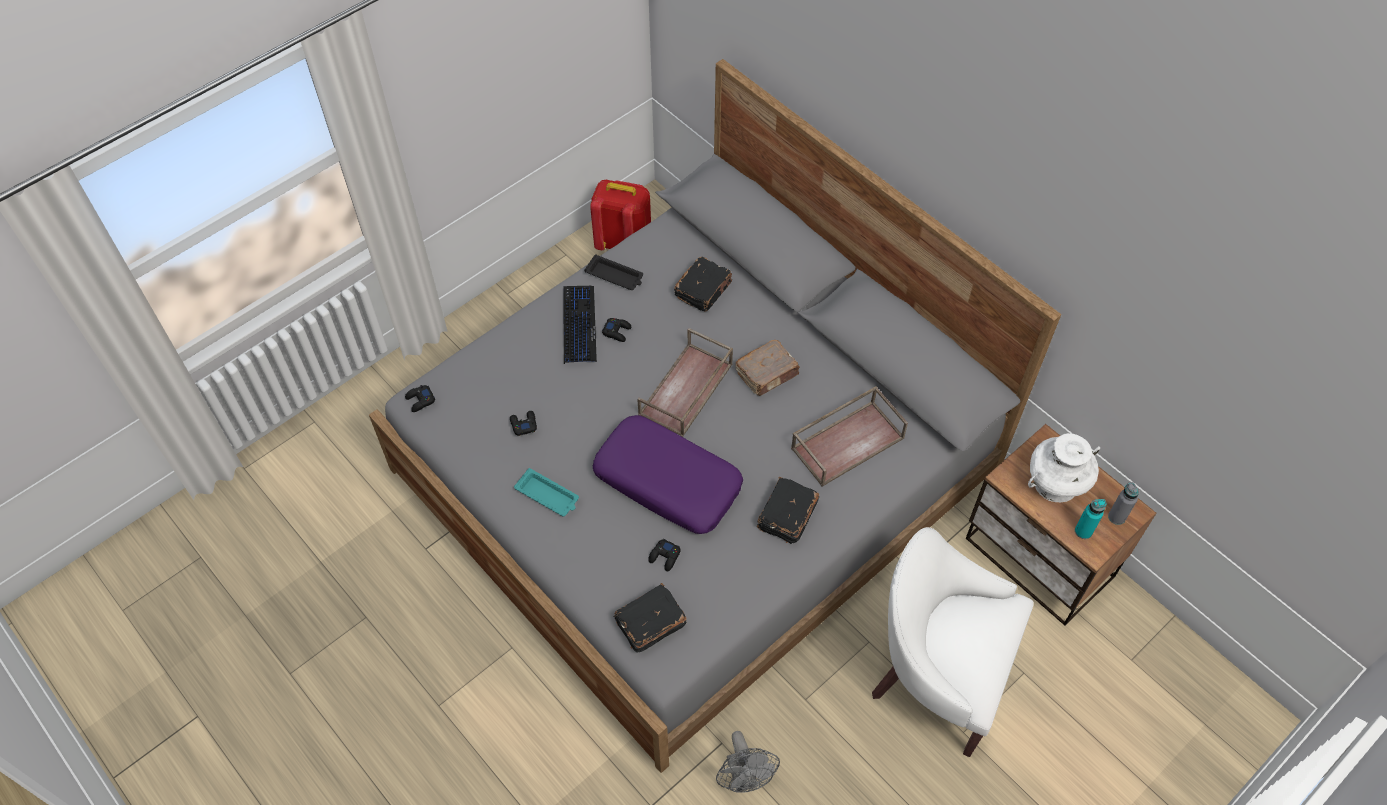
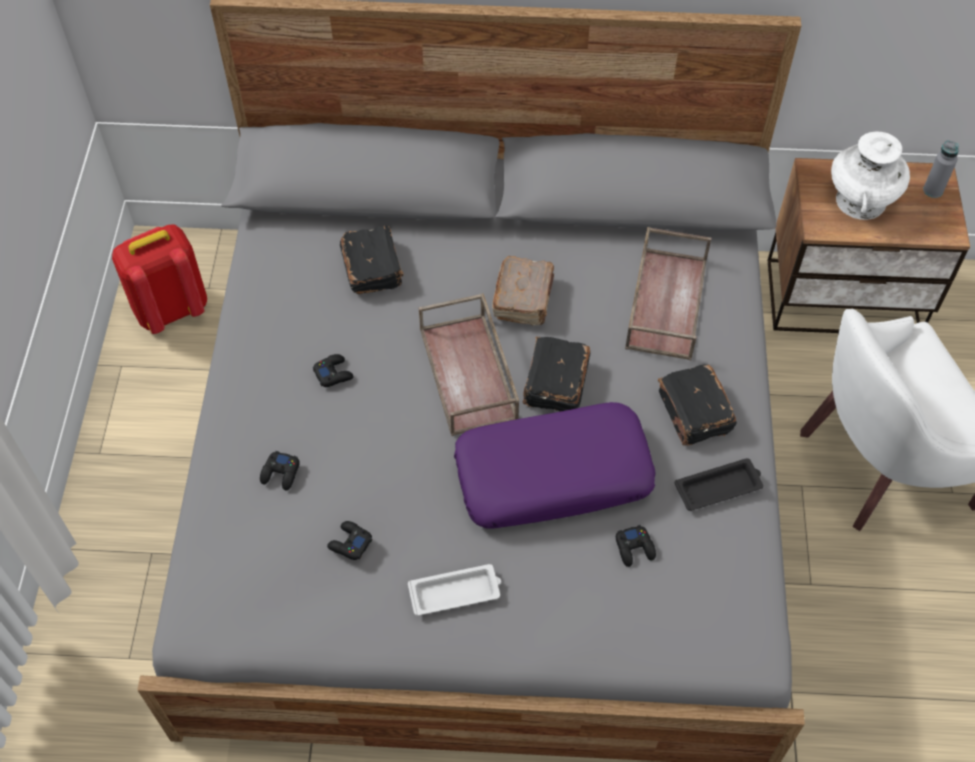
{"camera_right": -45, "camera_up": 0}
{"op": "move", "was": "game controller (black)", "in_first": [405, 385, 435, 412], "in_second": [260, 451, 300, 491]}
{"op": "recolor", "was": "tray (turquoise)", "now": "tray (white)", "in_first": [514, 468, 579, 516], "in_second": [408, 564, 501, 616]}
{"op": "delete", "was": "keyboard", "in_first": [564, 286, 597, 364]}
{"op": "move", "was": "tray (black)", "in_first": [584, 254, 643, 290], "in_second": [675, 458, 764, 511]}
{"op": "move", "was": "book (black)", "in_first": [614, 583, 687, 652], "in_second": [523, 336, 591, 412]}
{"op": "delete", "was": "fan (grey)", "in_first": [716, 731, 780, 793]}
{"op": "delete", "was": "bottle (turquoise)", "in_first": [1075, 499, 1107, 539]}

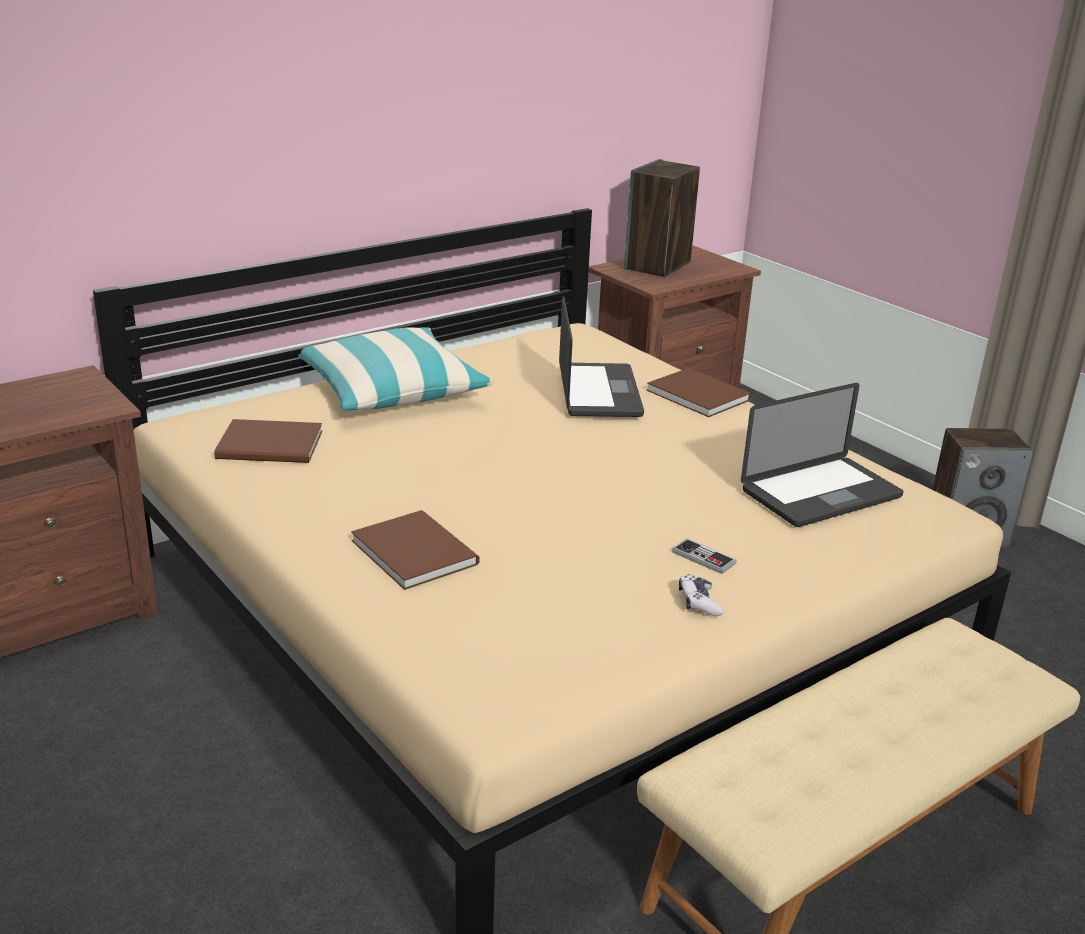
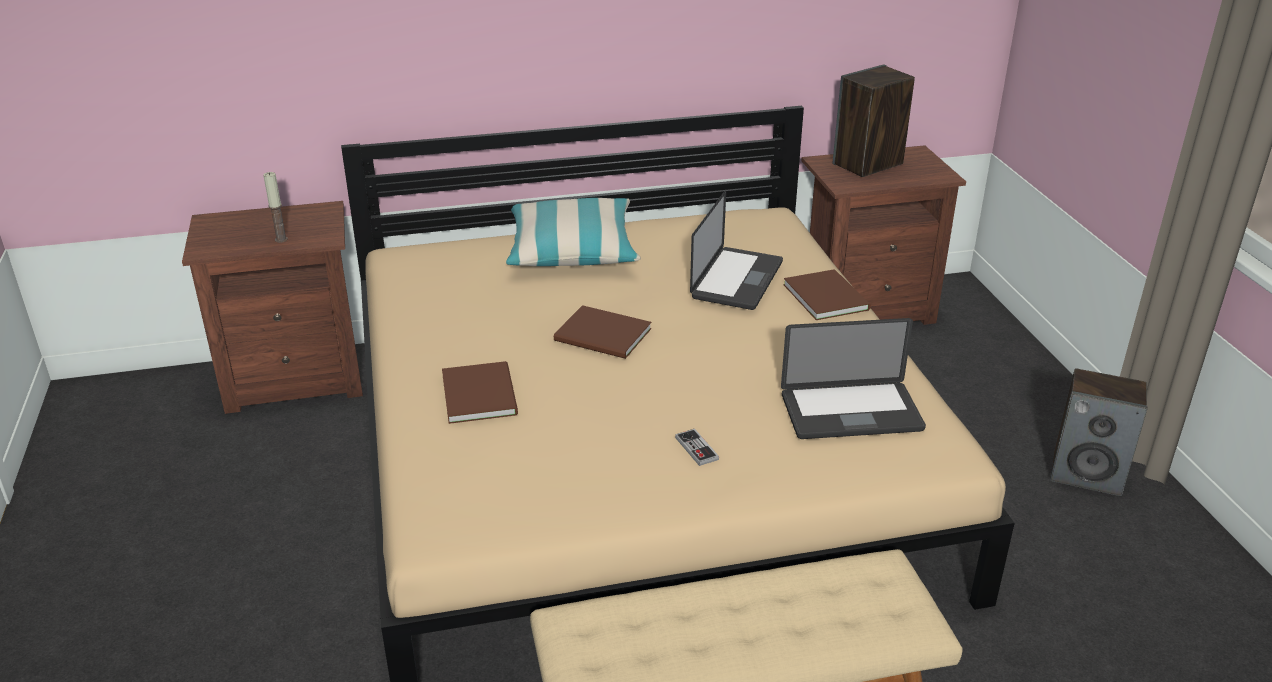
{"camera_right": 25, "camera_up": 5}
{"op": "move", "was": "book (brown)", "in_first": [214, 419, 322, 463], "in_second": [554, 305, 651, 359]}
{"op": "delete", "was": "game controller", "in_first": [679, 574, 724, 616]}
{"op": "insert", "now": "candle", "in_second": [263, 172, 288, 243]}

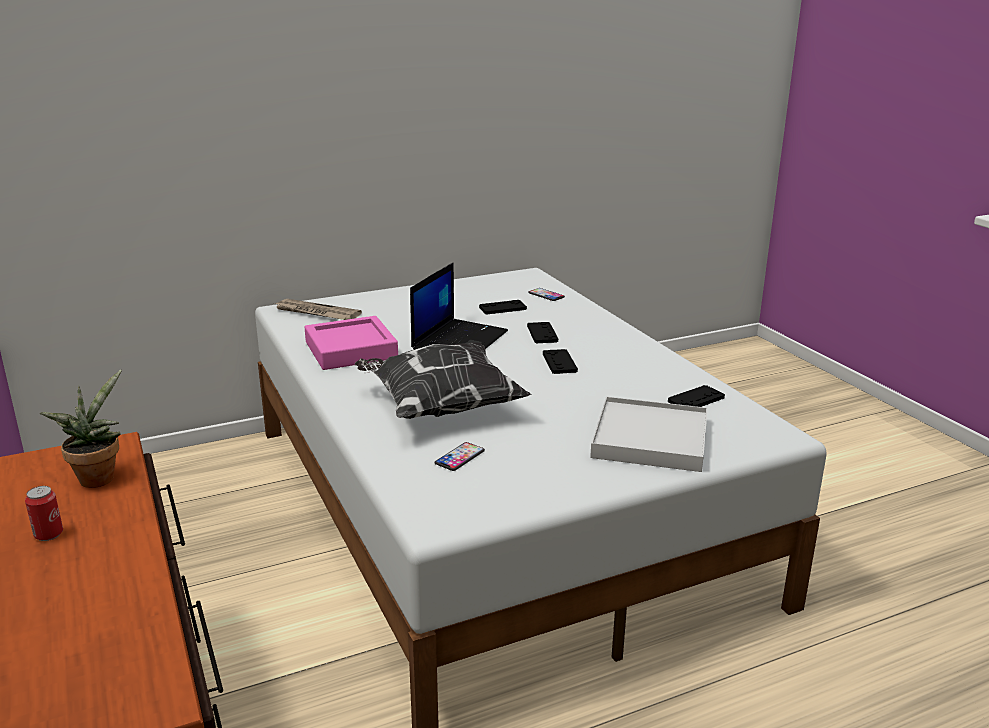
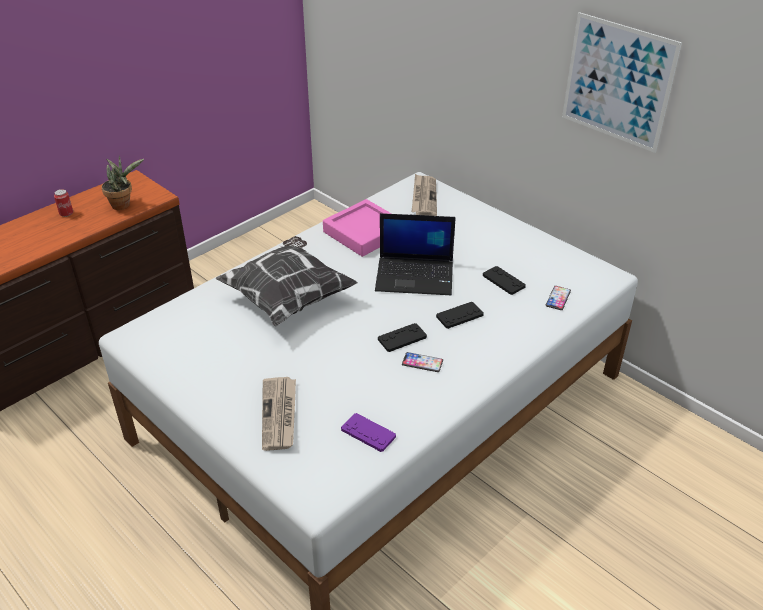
{"camera_right": 70, "camera_up": 15}
{"op": "move", "was": "phone", "in_first": [435, 442, 485, 471], "in_second": [402, 352, 443, 372]}
{"op": "replace", "was": "tray (white)", "now": "newspaper", "in_first": [590, 396, 708, 472], "in_second": [262, 377, 296, 451]}
{"op": "recolor", "was": "game controller (black)", "now": "game controller (purple)", "in_first": [668, 385, 725, 407], "in_second": [341, 413, 396, 452]}
{"op": "insert", "now": "picture", "in_second": [562, 12, 682, 153]}

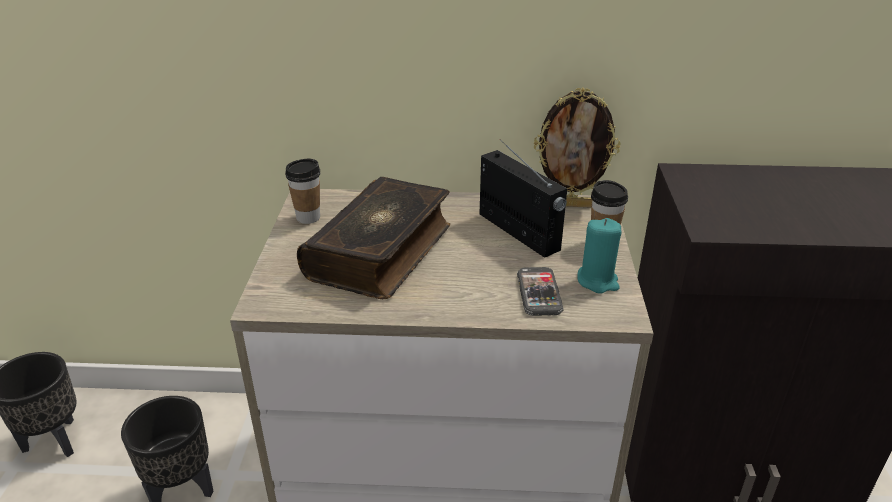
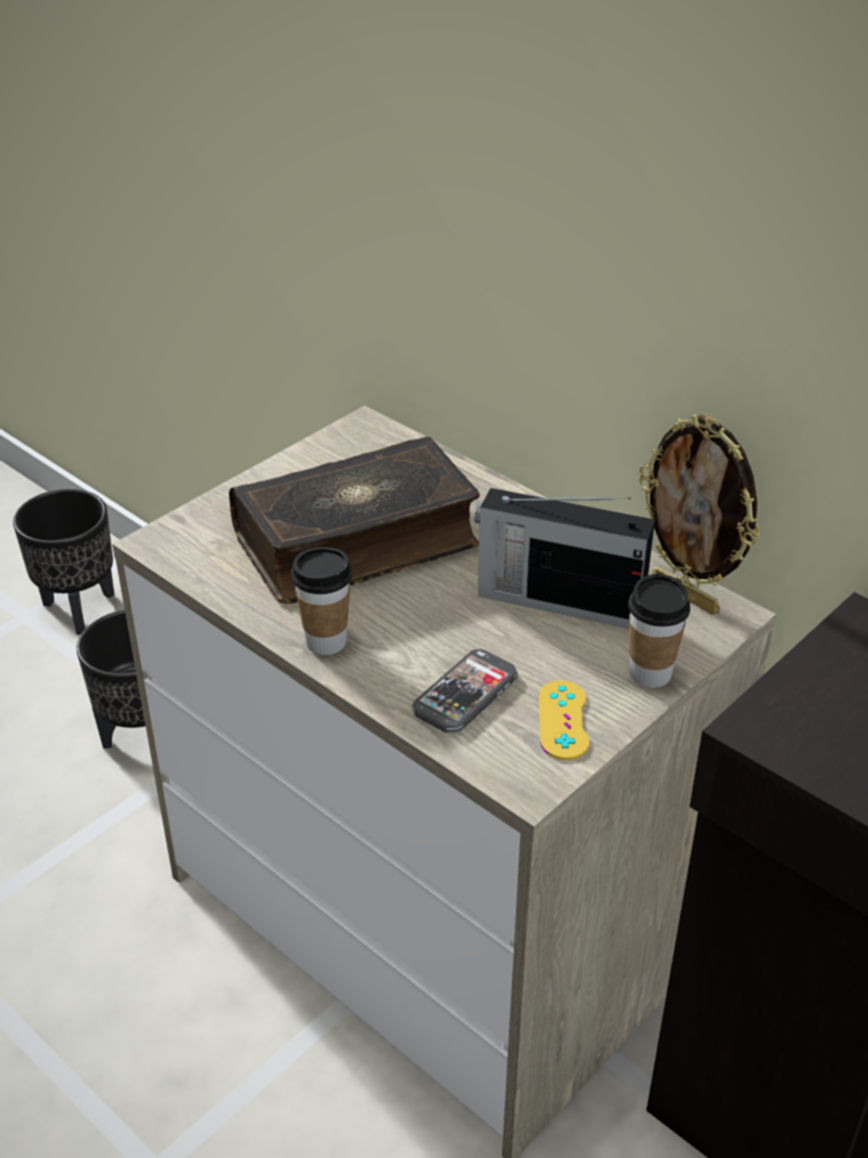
{"camera_right": 40, "camera_up": 5}
{"op": "move", "was": "cup", "in_first": [285, 159, 321, 224], "in_second": [292, 547, 352, 655]}
{"op": "rotate", "was": "radio", "in_first": [480, 139, 567, 258], "in_second": [475, 488, 655, 629], "clockwise": 105}
{"op": "replace", "was": "candle (turquoise)", "now": "game controller (yellow)", "in_first": [577, 218, 622, 294], "in_second": [539, 680, 590, 760]}

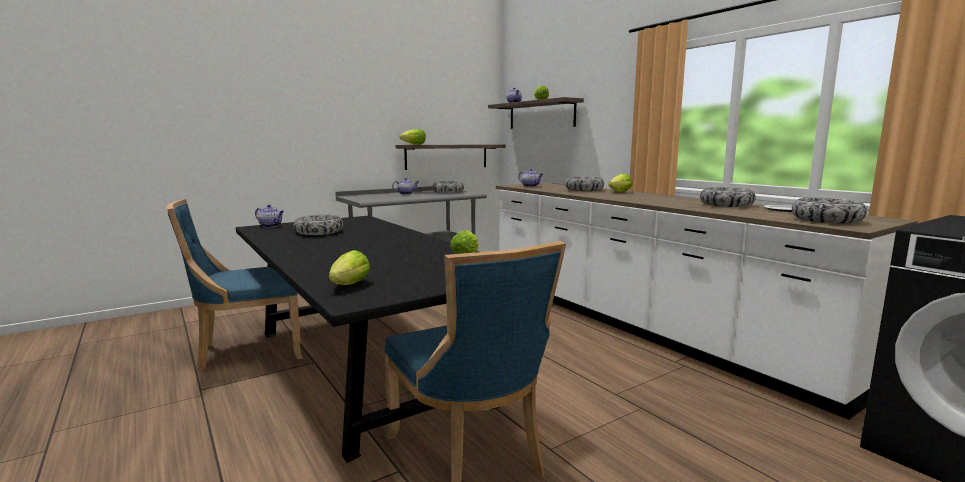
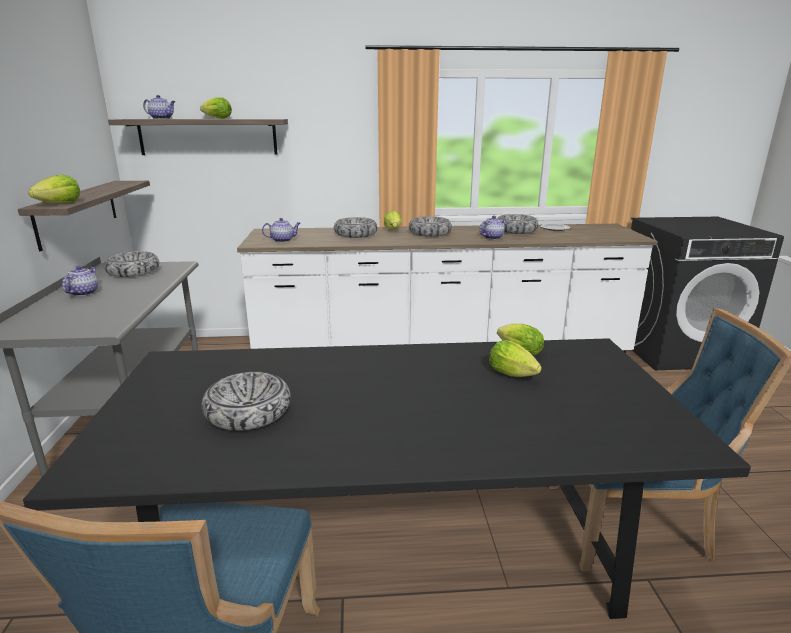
{"camera_right": -60, "camera_up": 10}
{"op": "move", "was": "teapot", "in_first": [255, 204, 284, 227], "in_second": [479, 216, 506, 240]}
{"op": "move", "was": "lettuce", "in_first": [329, 250, 370, 285], "in_second": [489, 340, 542, 377]}
{"op": "move", "was": "bowl", "in_first": [792, 198, 867, 223], "in_second": [409, 216, 452, 237]}

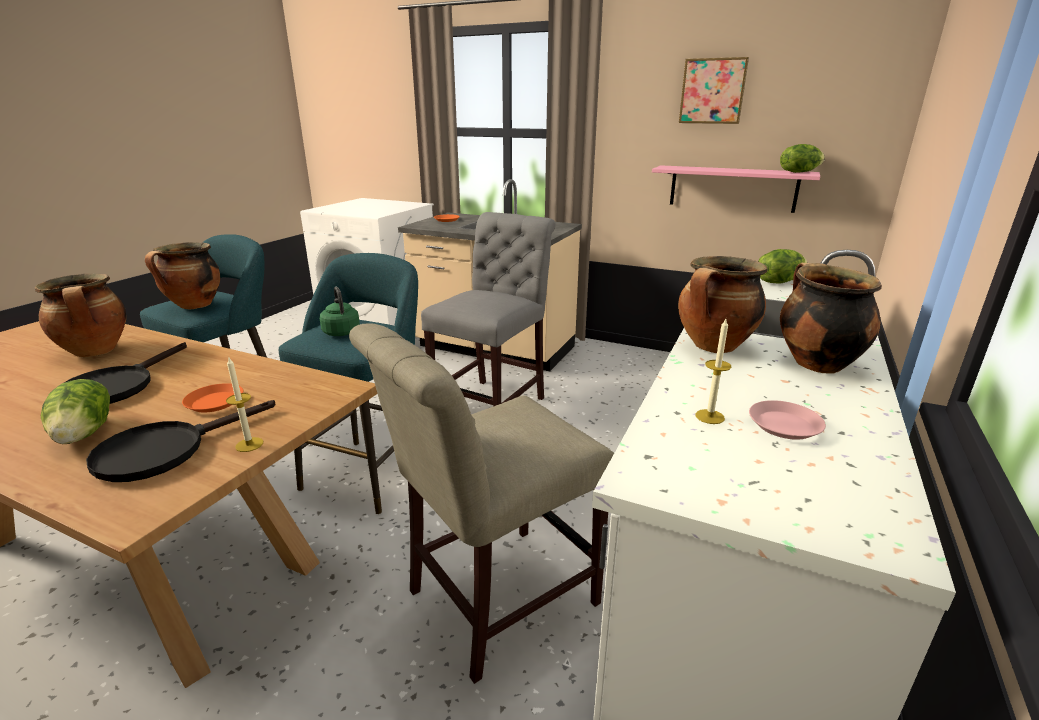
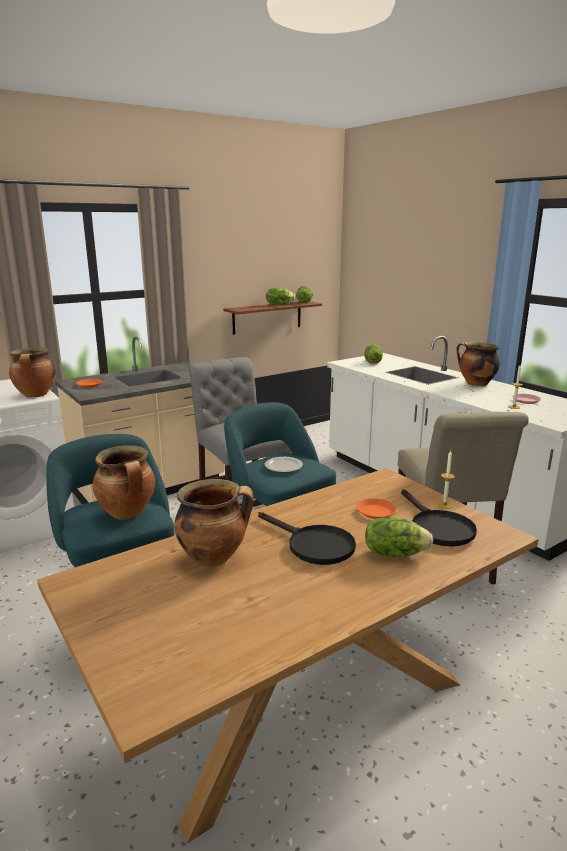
{"camera_right": -60, "camera_up": -5}
{"op": "replace", "was": "kettle (green)", "now": "plate", "in_first": [320, 287, 360, 336], "in_second": [265, 457, 303, 472]}
{"op": "recolor", "was": "shelf (pink)", "now": "shelf (brown)", "in_first": [652, 165, 820, 213], "in_second": [223, 301, 322, 335]}
{"op": "move", "was": "cooking pot", "in_first": [678, 256, 768, 353], "in_second": [9, 347, 56, 397]}
{"op": "delete", "was": "picture", "in_first": [679, 57, 749, 124]}
{"op": "insert", "now": "lettuce", "in_second": [266, 288, 295, 305]}

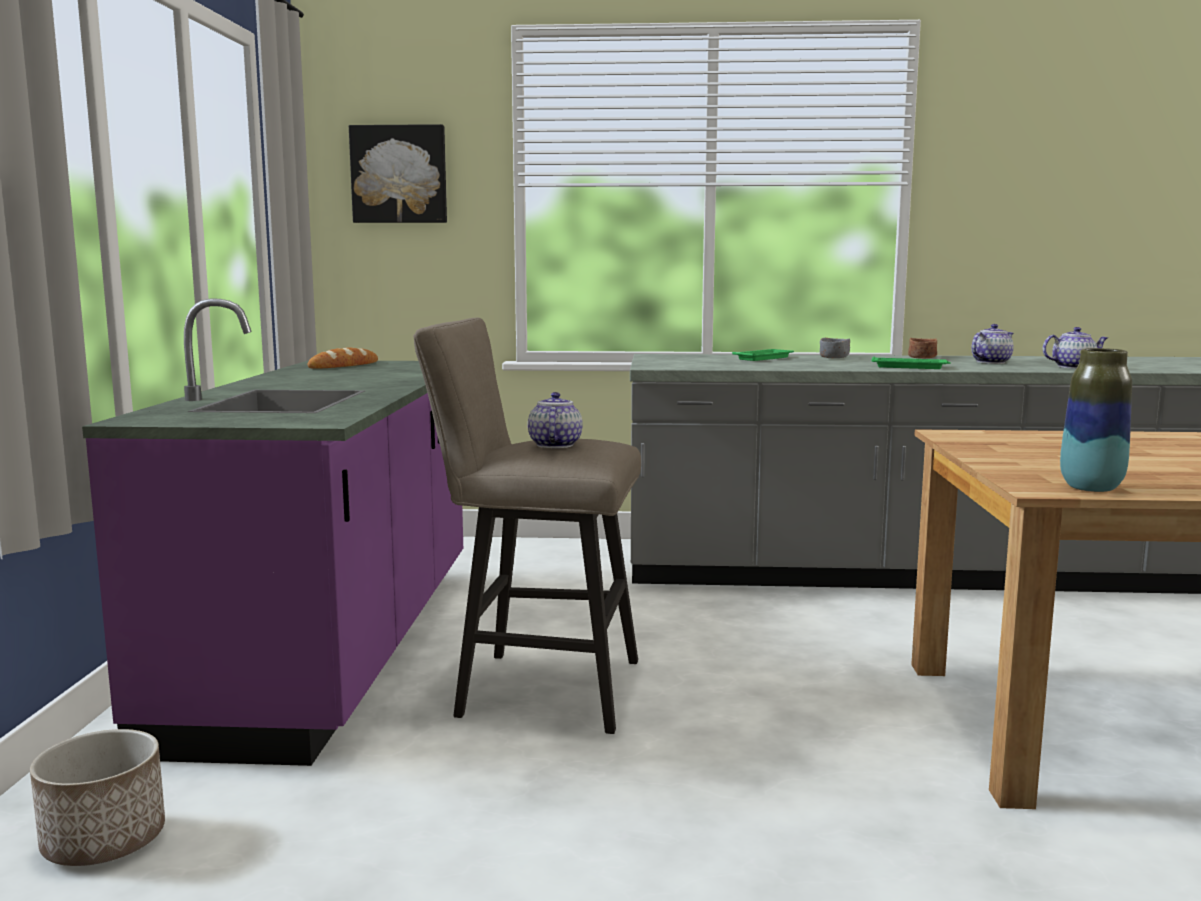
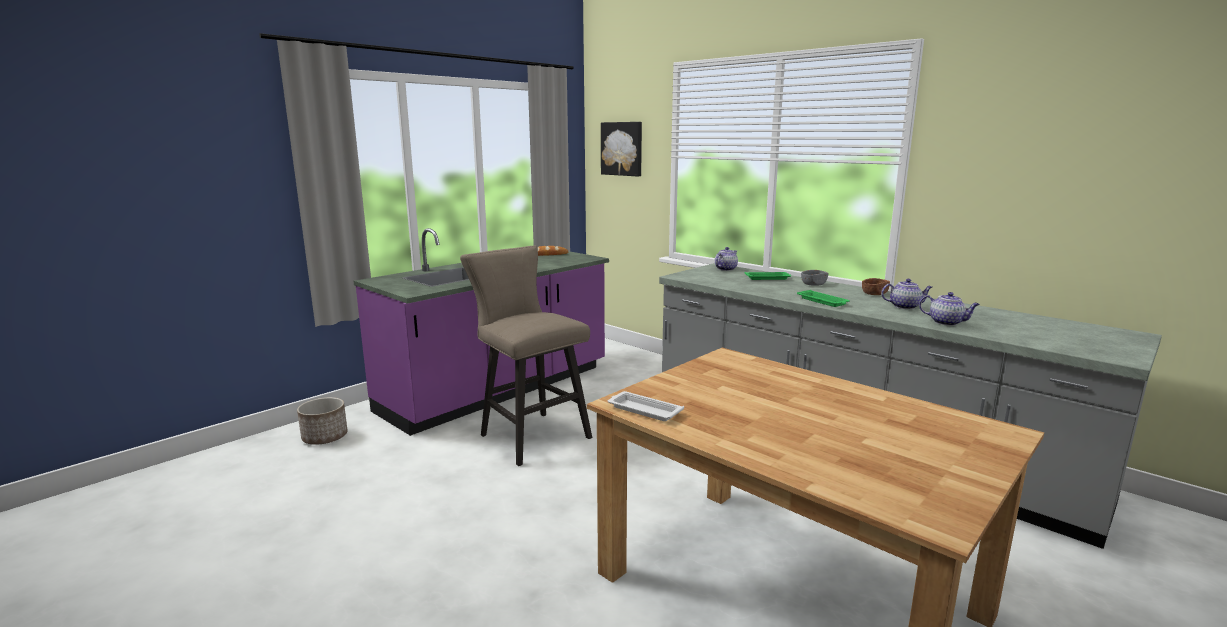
{"camera_right": 40, "camera_up": 5}
{"op": "move", "was": "teapot", "in_first": [528, 392, 583, 448], "in_second": [715, 247, 738, 271]}
{"op": "replace", "was": "vase", "now": "tray (white)", "in_first": [1060, 348, 1132, 492], "in_second": [608, 391, 684, 421]}

